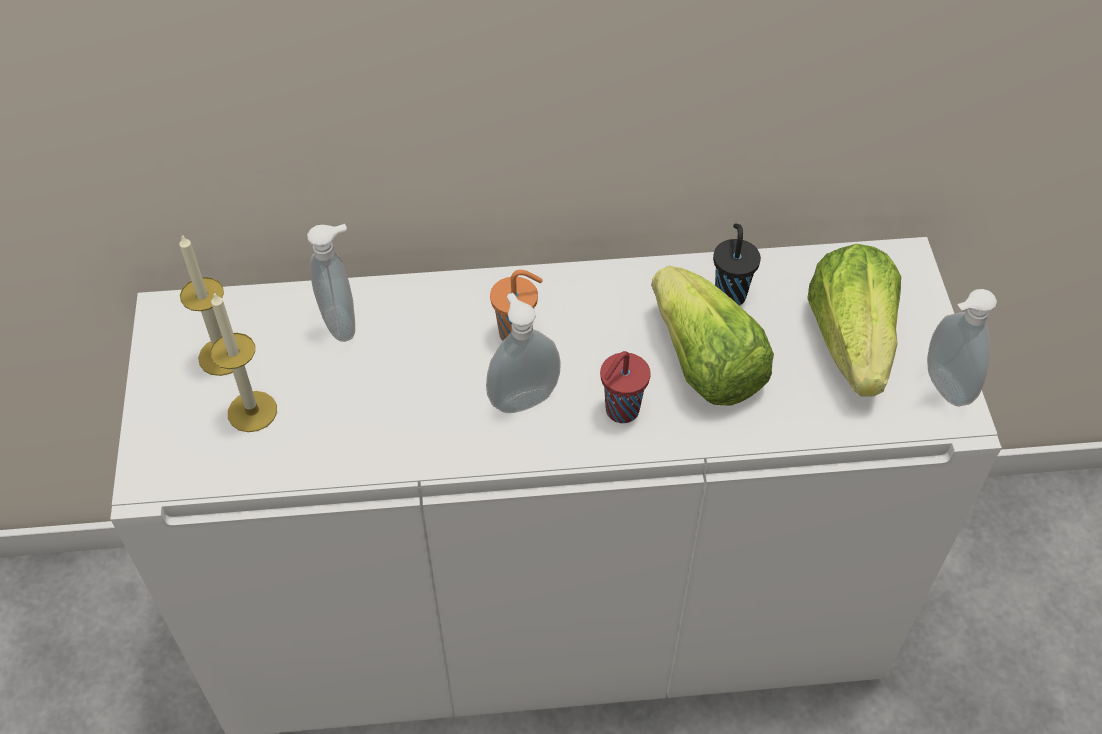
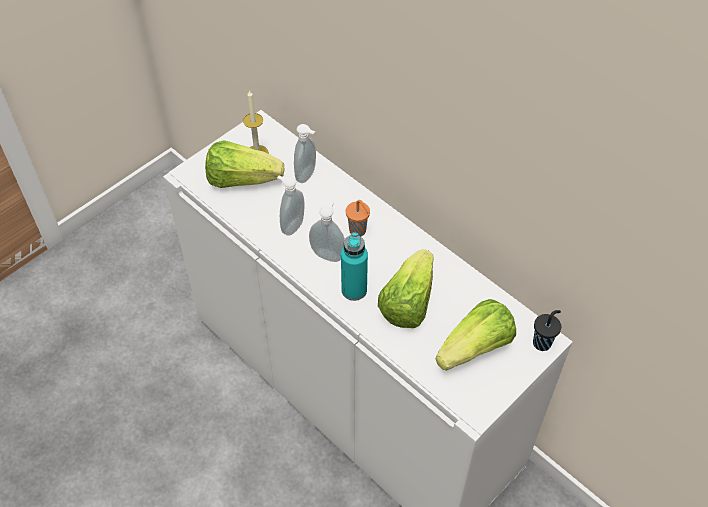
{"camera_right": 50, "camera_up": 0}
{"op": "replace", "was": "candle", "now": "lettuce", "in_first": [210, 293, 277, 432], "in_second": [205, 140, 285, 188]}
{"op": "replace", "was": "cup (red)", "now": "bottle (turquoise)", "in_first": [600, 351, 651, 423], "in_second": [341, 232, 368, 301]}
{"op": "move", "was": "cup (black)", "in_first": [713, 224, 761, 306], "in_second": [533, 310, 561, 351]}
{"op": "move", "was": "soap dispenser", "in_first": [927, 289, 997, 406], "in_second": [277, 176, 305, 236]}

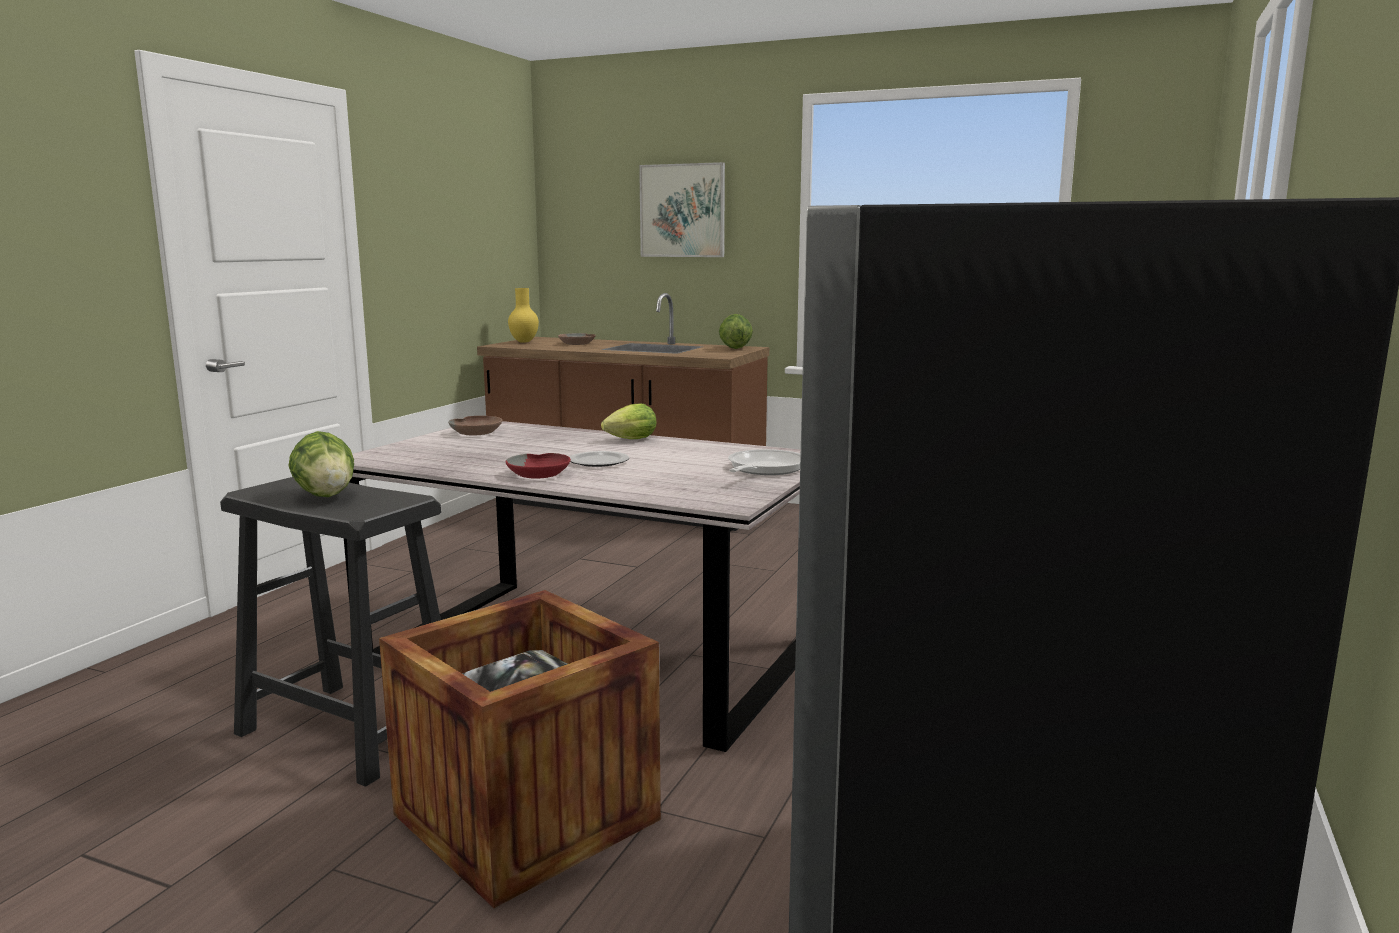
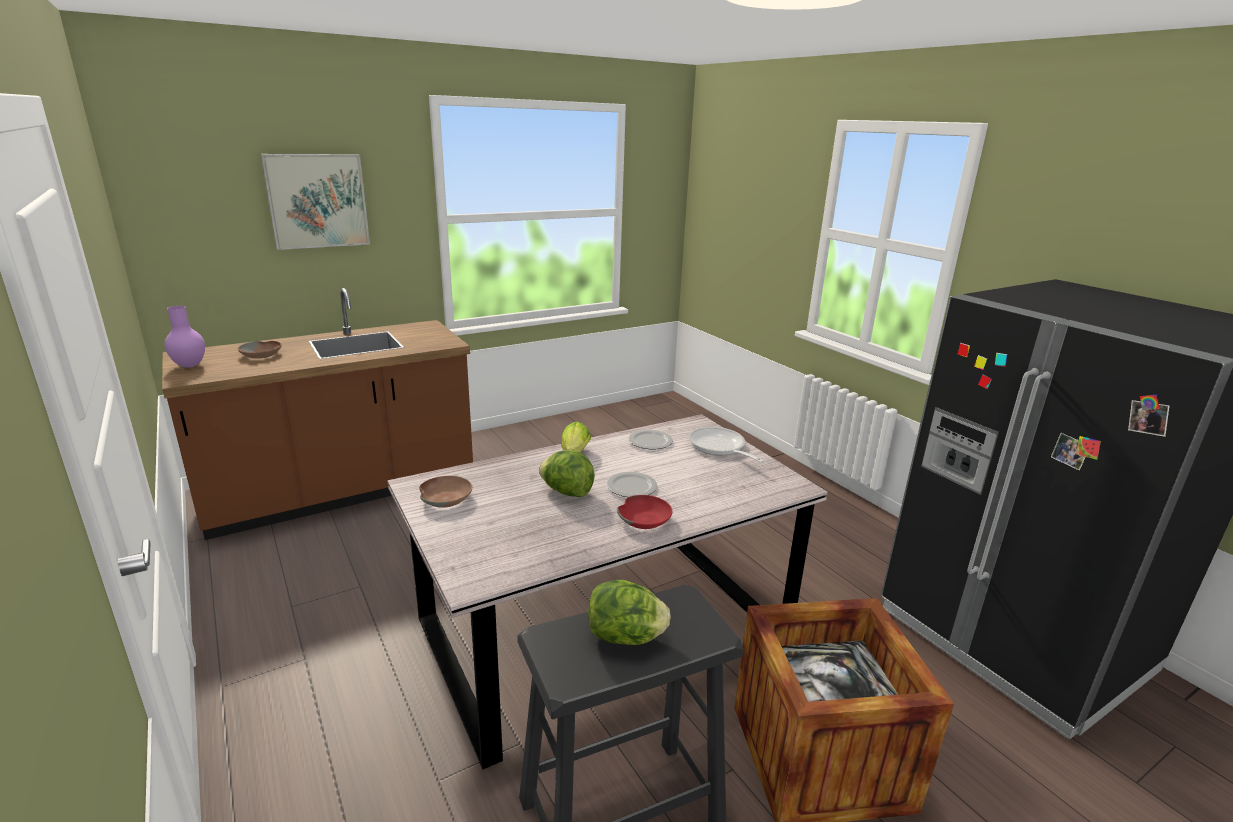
{"camera_right": -55, "camera_up": 10}
{"op": "recolor", "was": "vase (yellow)", "now": "vase (purple)", "in_first": [508, 288, 539, 343], "in_second": [164, 306, 205, 368]}
{"op": "move", "was": "lettuce", "in_first": [719, 314, 753, 349], "in_second": [539, 450, 595, 497]}
{"op": "insert", "now": "plate", "in_second": [629, 430, 673, 449]}

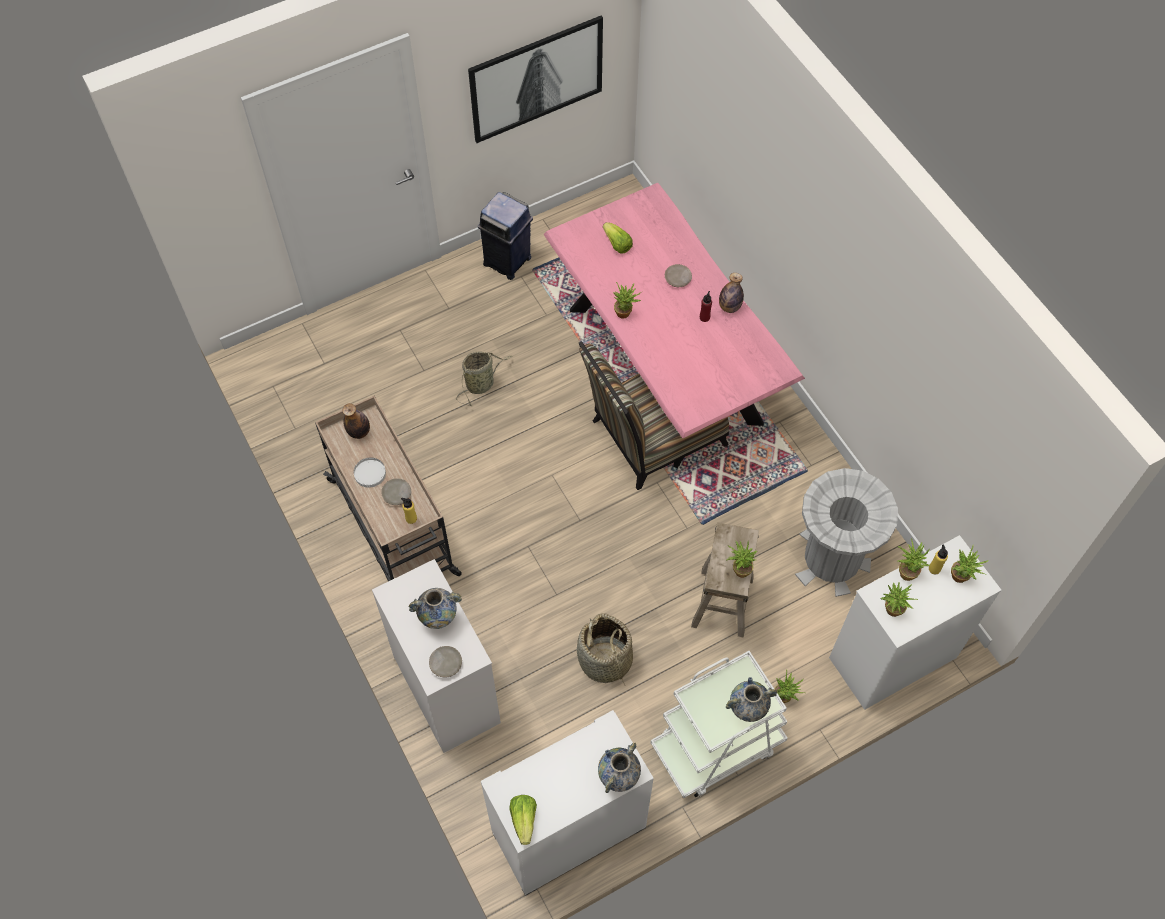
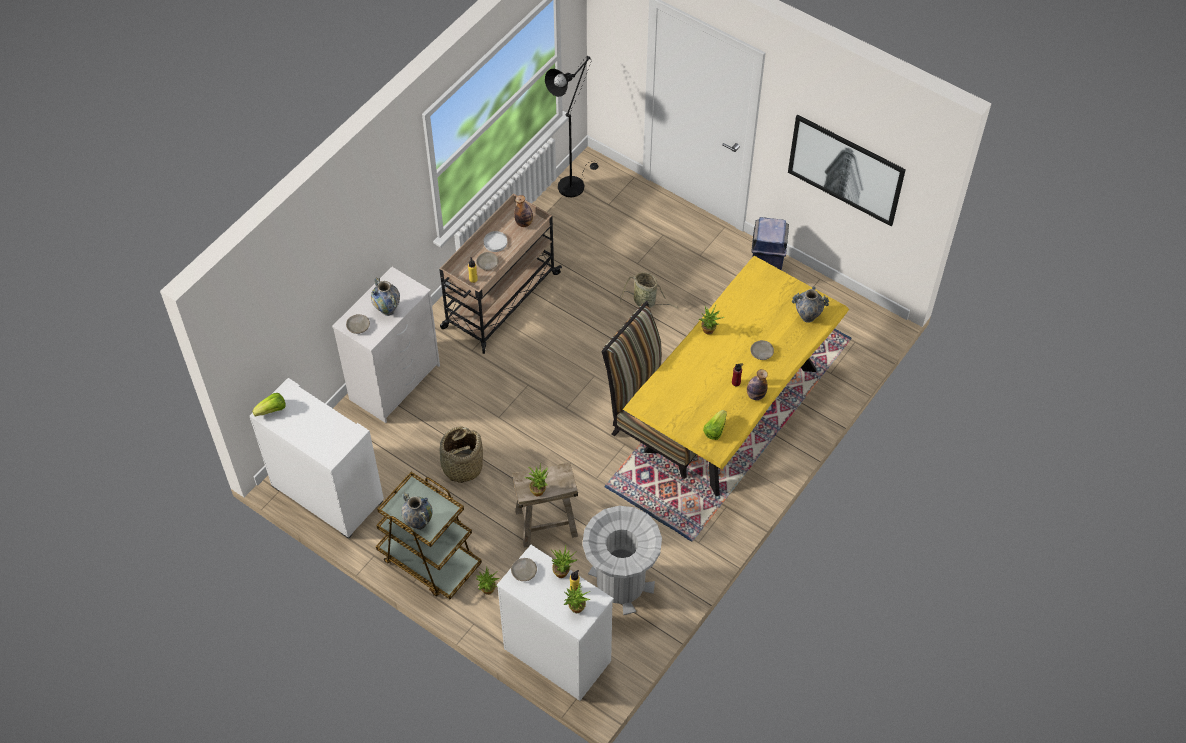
{"camera_right": 65, "camera_up": -5}
{"op": "recolor", "was": "dining table (pink)", "now": "dining table (yellow)", "in_first": [544, 183, 805, 468], "in_second": [623, 256, 849, 496]}
{"op": "move", "was": "vase", "in_first": [598, 743, 641, 793], "in_second": [792, 286, 830, 323]}
{"op": "move", "was": "lettuce", "in_first": [603, 222, 633, 253], "in_second": [703, 410, 727, 440]}
{"op": "recolor", "was": "cart (white)", "now": "cart (brown)", "in_first": [650, 651, 788, 798], "in_second": [376, 472, 482, 599]}
{"op": "replace", "was": "potted plant", "now": "plate (beige)", "in_first": [880, 582, 918, 617], "in_second": [511, 558, 537, 581]}
{"op": "insert", "now": "floor lamp (black)", "in_second": [545, 56, 598, 197]}

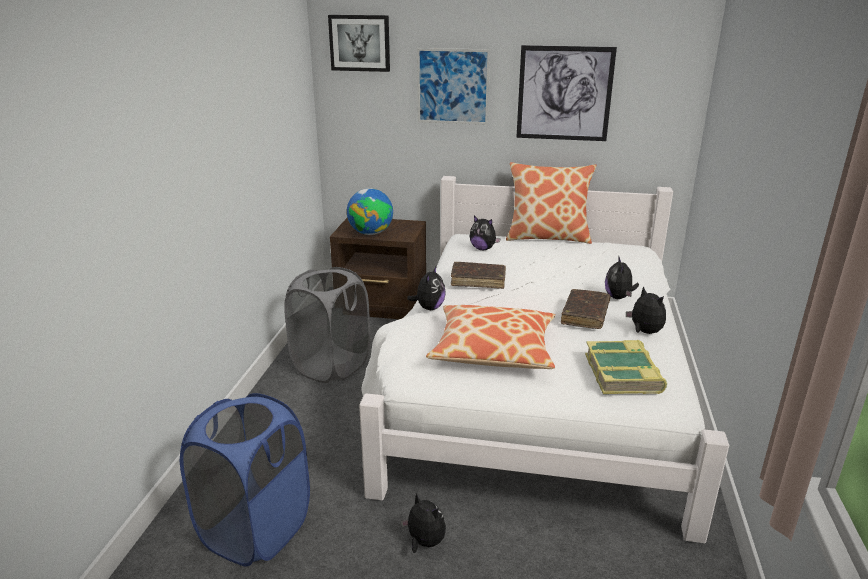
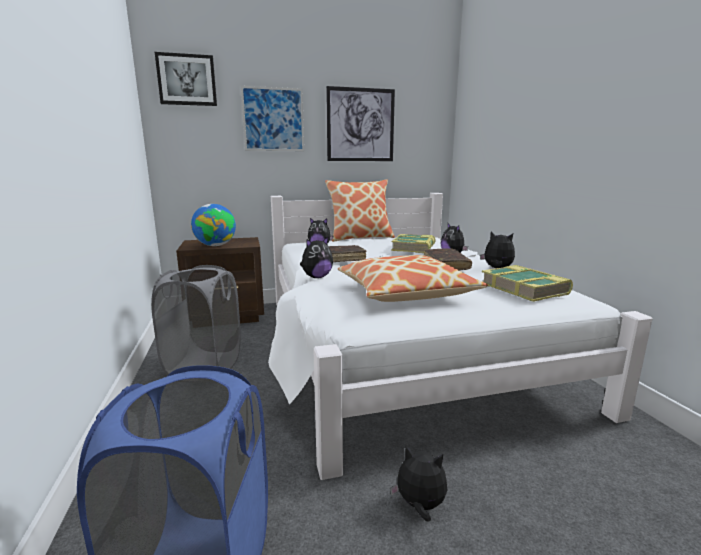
{"camera_right": -25, "camera_up": -10}
{"op": "rotate", "was": "plush toy", "in_first": [407, 267, 446, 310], "in_second": [300, 237, 333, 278], "clockwise": 60}
{"op": "insert", "now": "book", "in_second": [391, 234, 436, 253]}

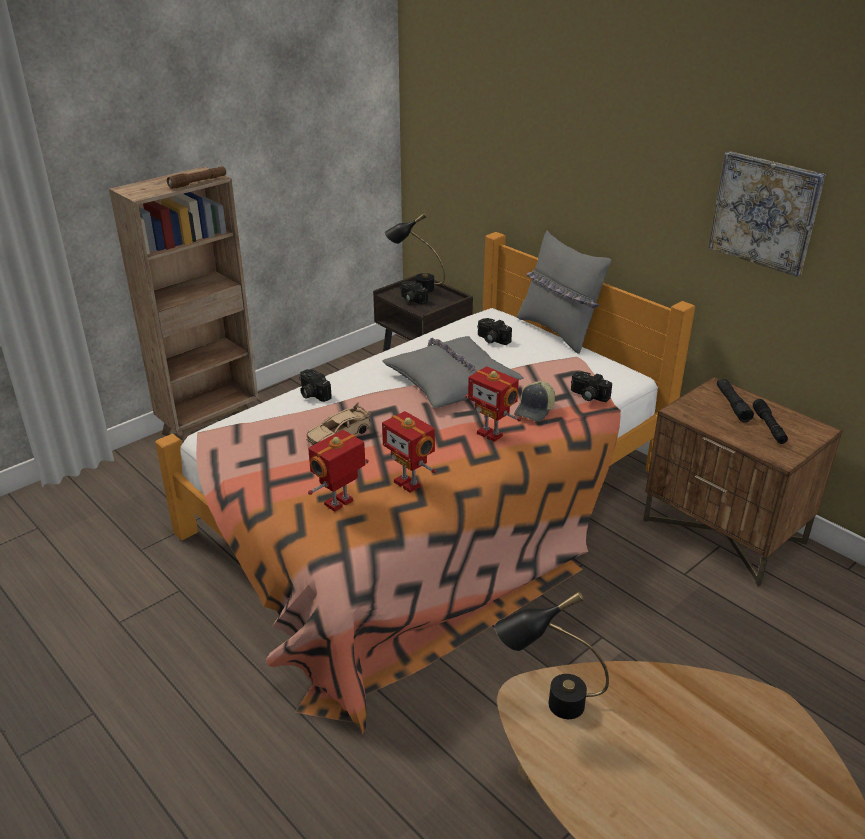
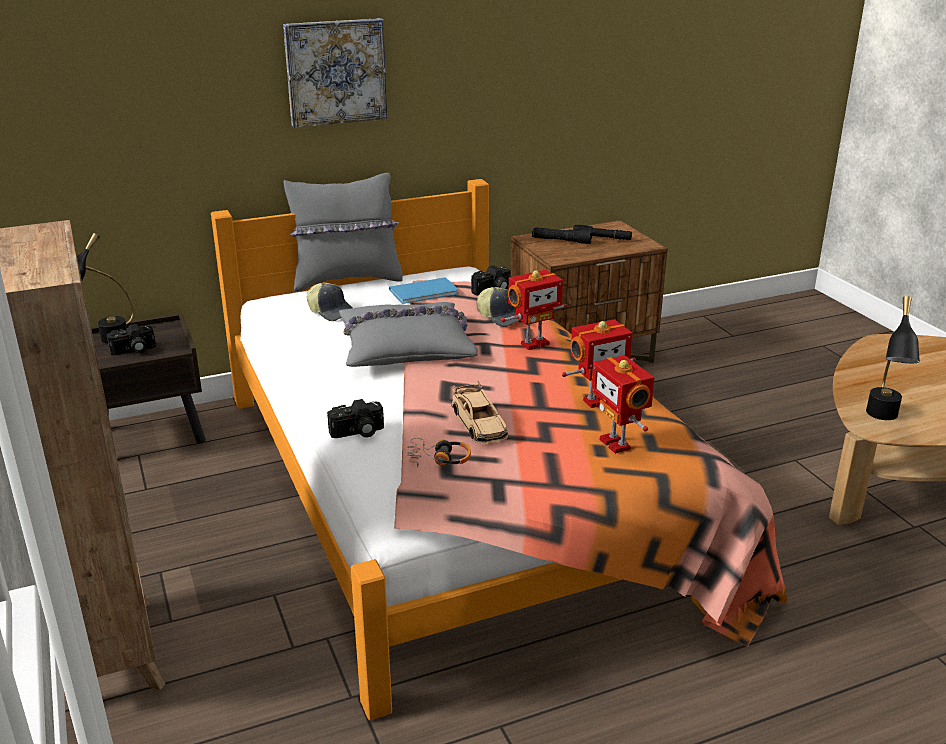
{"camera_right": -70, "camera_up": -5}
{"op": "delete", "was": "flashlight (brown)", "in_first": [167, 166, 226, 189]}
{"op": "replace", "was": "photo camera", "now": "cap", "in_first": [477, 318, 512, 345], "in_second": [307, 283, 353, 321]}
{"op": "move", "was": "picture", "in_first": [708, 151, 826, 277], "in_second": [283, 18, 387, 128]}
{"op": "insert", "now": "book (blue)", "in_second": [389, 277, 459, 304]}
{"op": "insert", "now": "headphones", "in_second": [407, 438, 471, 467]}

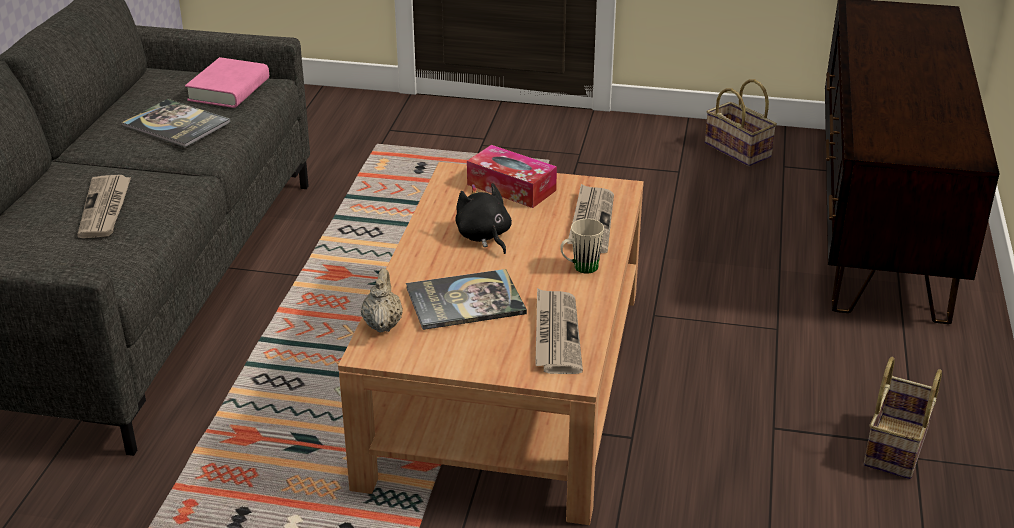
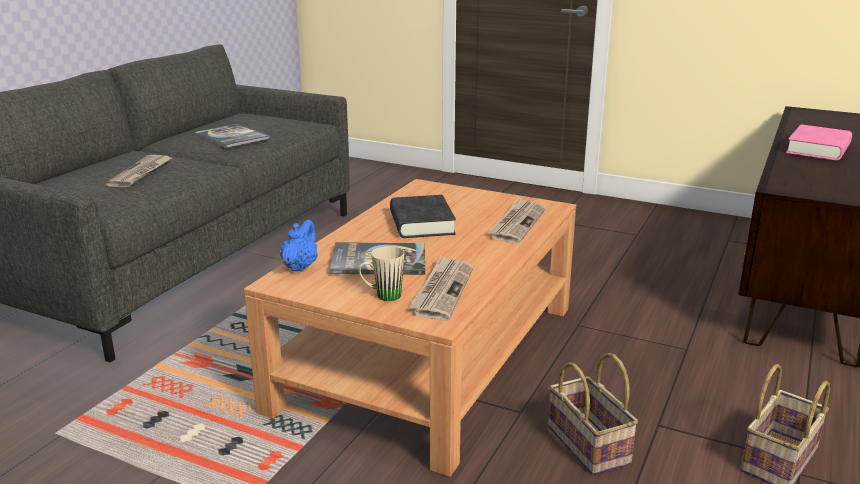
{"camera_right": 15, "camera_up": -10}
{"op": "move", "was": "book (pink)", "in_first": [185, 57, 269, 108], "in_second": [786, 124, 852, 161]}
{"op": "recolor", "was": "teapot (beige)", "now": "teapot (blue)", "in_first": [361, 268, 403, 333], "in_second": [280, 220, 318, 272]}
{"op": "replace", "was": "plush toy (black)", "now": "book (black)", "in_first": [455, 183, 512, 254], "in_second": [390, 195, 456, 238]}
{"op": "delete", "was": "tissue box", "in_first": [467, 145, 557, 208]}
{"op": "move", "was": "mug (beige)", "in_first": [560, 219, 604, 274], "in_second": [359, 246, 404, 301]}
{"op": "move", "was": "basket", "in_first": [705, 79, 777, 166], "in_second": [548, 353, 638, 475]}

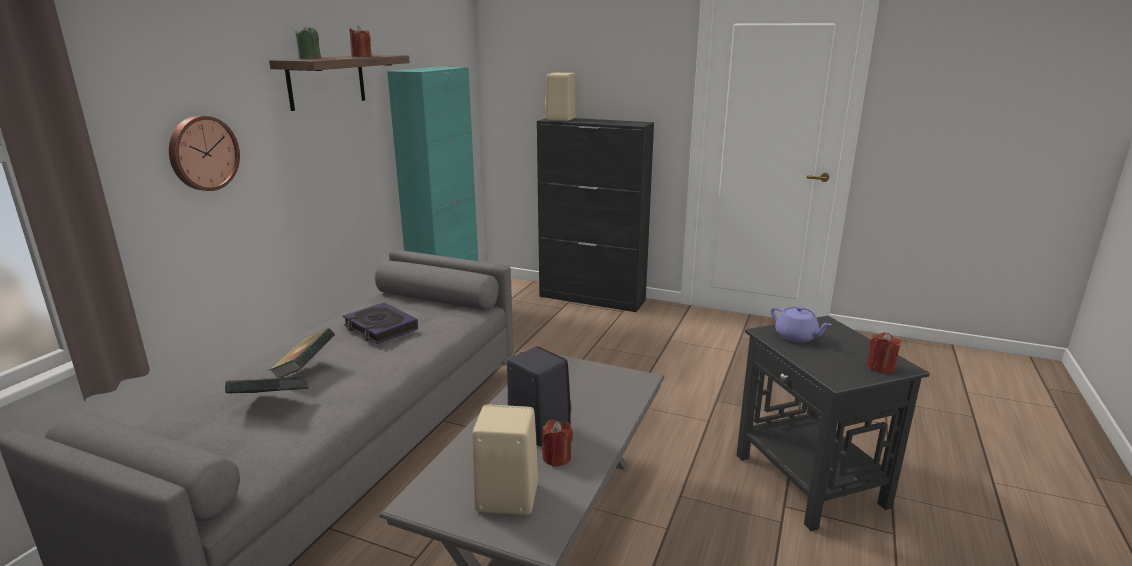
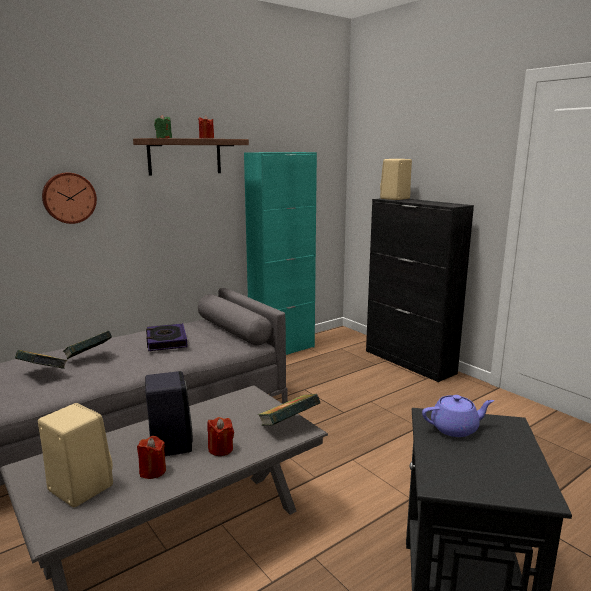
{"camera_right": 30, "camera_up": -5}
{"op": "rotate", "was": "teapot (purple)", "in_first": [771, 306, 832, 342], "in_second": [422, 395, 494, 437], "clockwise": -90}
{"op": "move", "was": "candle (red)", "in_first": [866, 332, 901, 373], "in_second": [207, 417, 234, 456]}
{"op": "insert", "now": "book", "in_second": [257, 394, 320, 426]}

